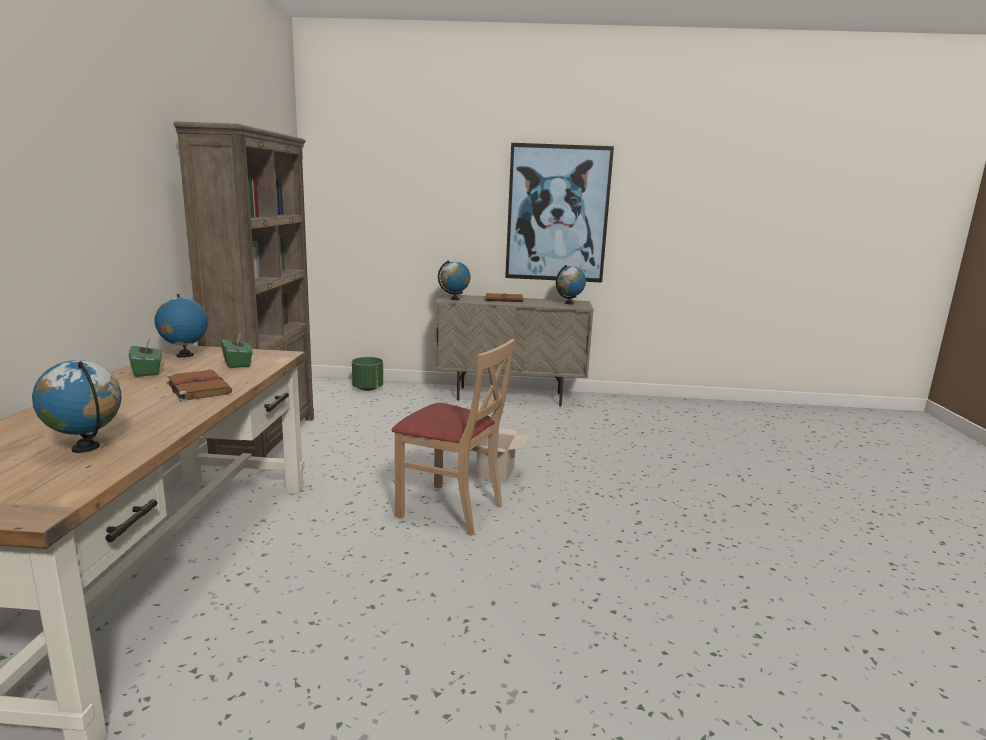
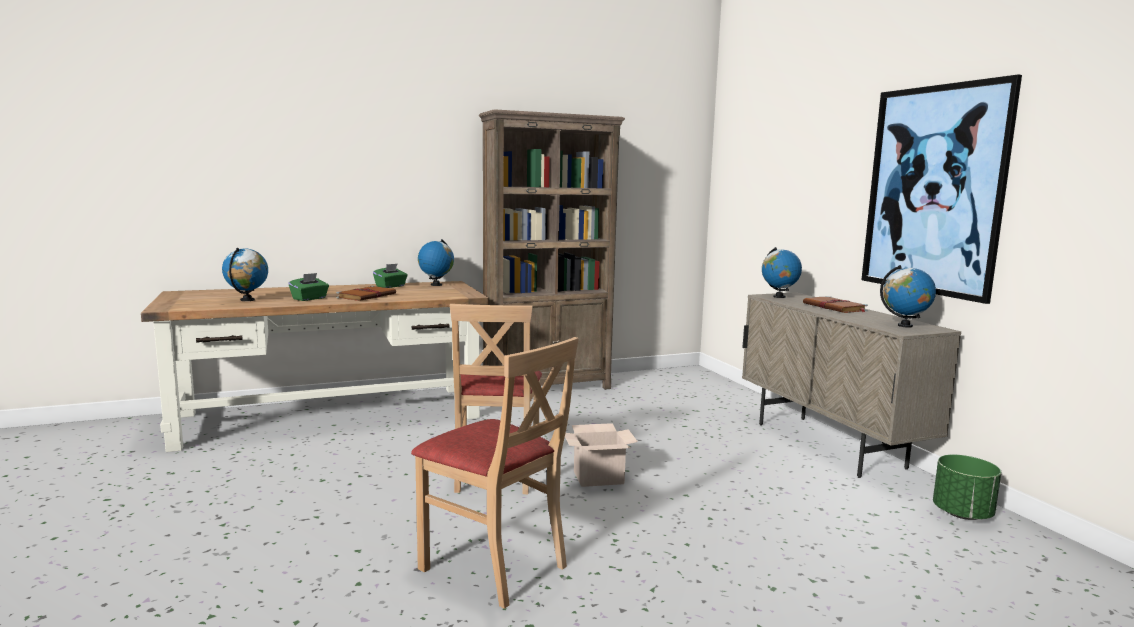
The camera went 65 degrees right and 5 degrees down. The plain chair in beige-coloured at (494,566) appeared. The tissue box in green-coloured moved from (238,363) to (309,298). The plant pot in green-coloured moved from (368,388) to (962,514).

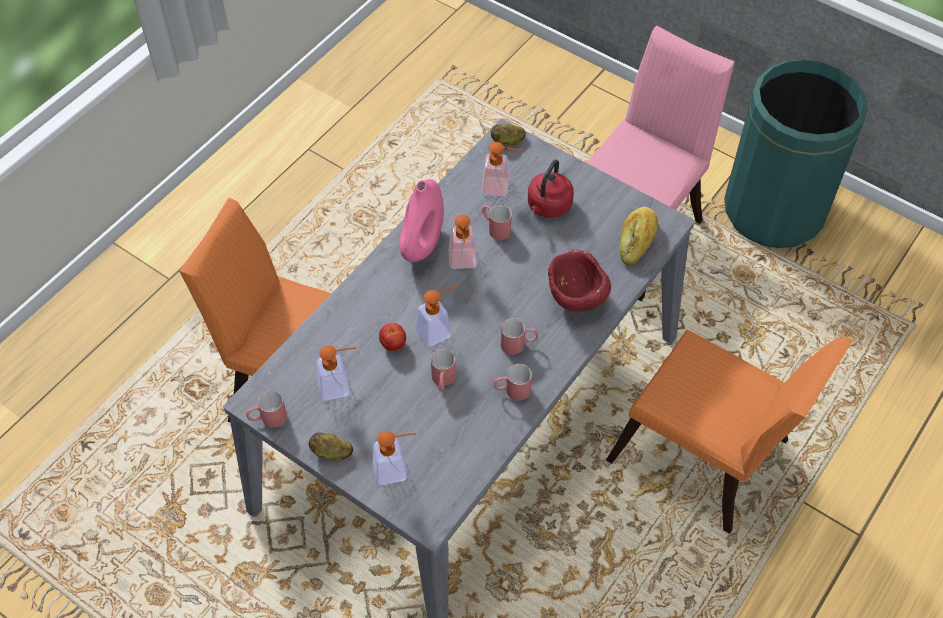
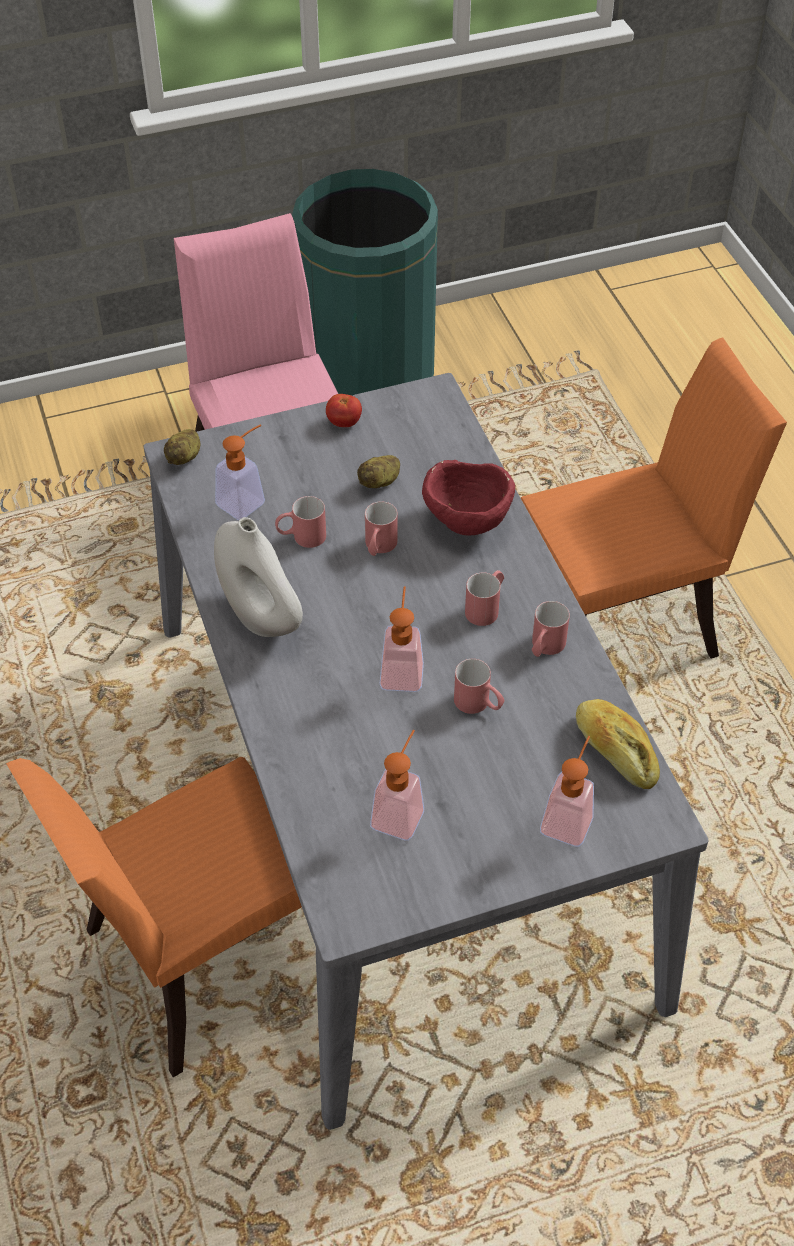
The camera went 55 degrees left and 5 degrees down. The soap dispenser at (463,263) disappeared. The water kettle in reddish at (548,206) disappeared. The tea mug in reddish moved from (268,419) to (379,548). The potato moved from (331,453) to (380,482). The whole tomato moved from (393,344) to (344,422). The baked bread moved from (636,241) to (615,751). The decorative vase in pink-coloured at (422,245) became the decorative vase in white at (261,617).

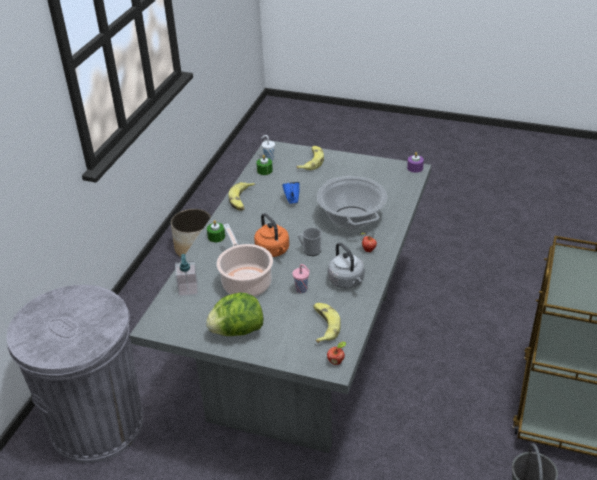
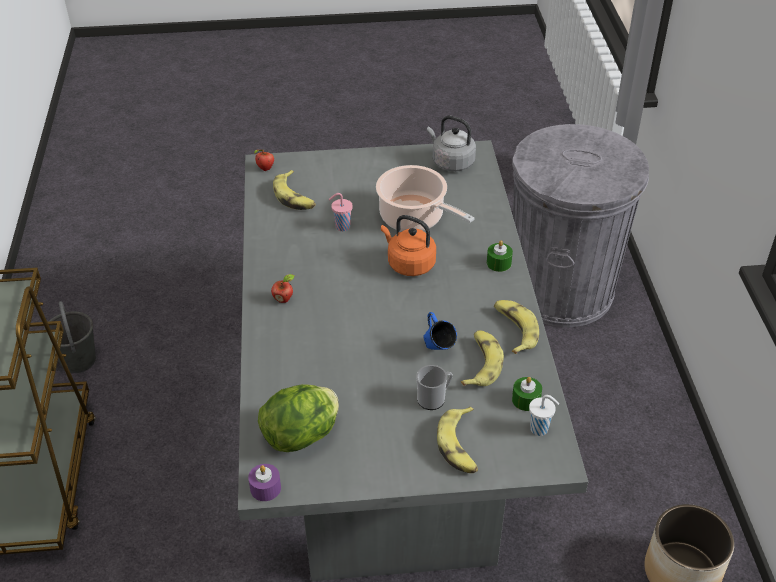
The camera went 155 degrees right and 5 degrees up. The soap dispenser at (188,290) disappeared. The cooking pot at (351,218) disappeared. The banana at (481,363) appeared. The lettuce moved from (237,331) to (302,435). The tea mug moved from (310,250) to (434,399). The water kettle in gray moved from (347,282) to (451,162).

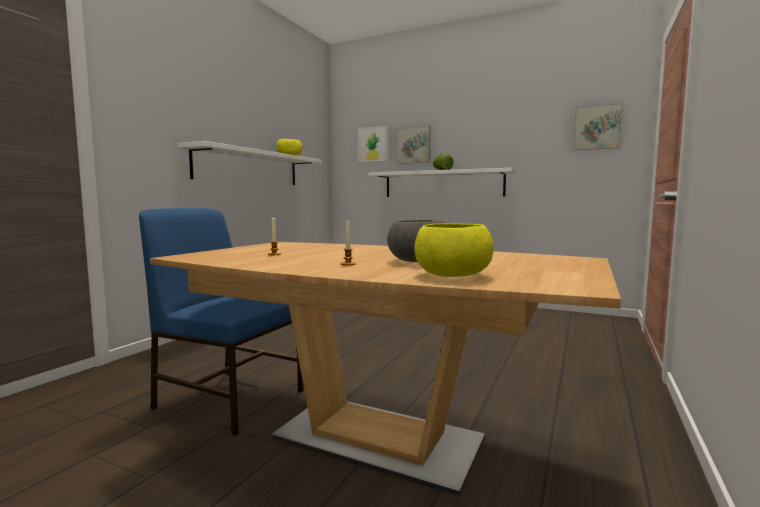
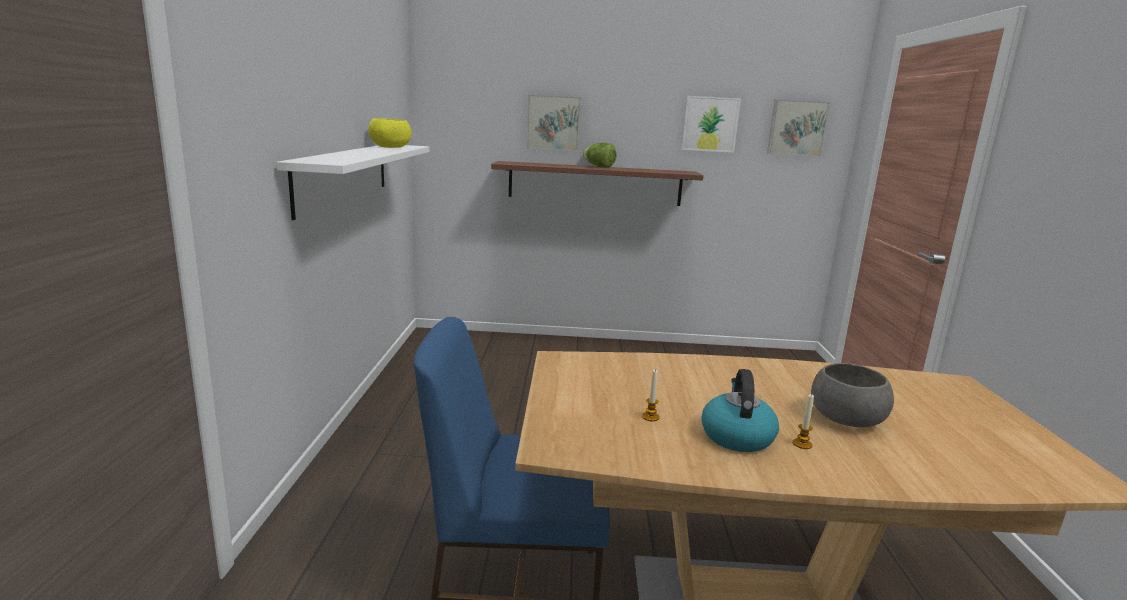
The camera went 25 degrees left and 10 degrees up. The deep dish in yellow-coloured at (451,275) disappeared. The water kettle at (736,436) appeared. The wall picture moved from (373,144) to (710,124). The shelf in white at (442,184) became the shelf in brown-coloured at (595,183).

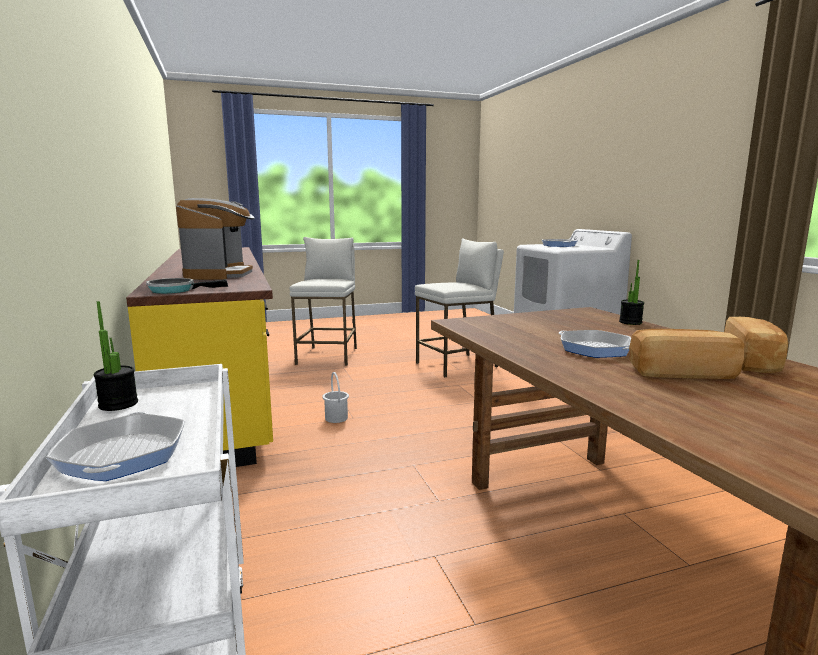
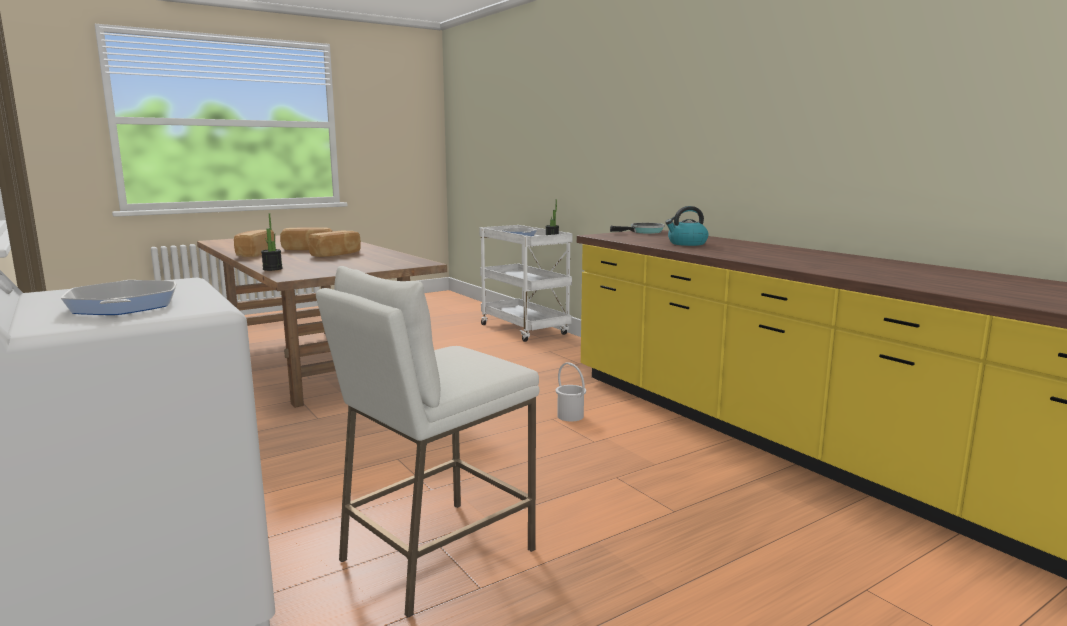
The camera went 165 degrees right and 0 degrees up. The sitting stool in white at (328,356) disappeared. The coffee maker at (219,275) was replaced by the water kettle at (686,243). The frying pan at (595,349) was replaced by the baked bread at (336,254).

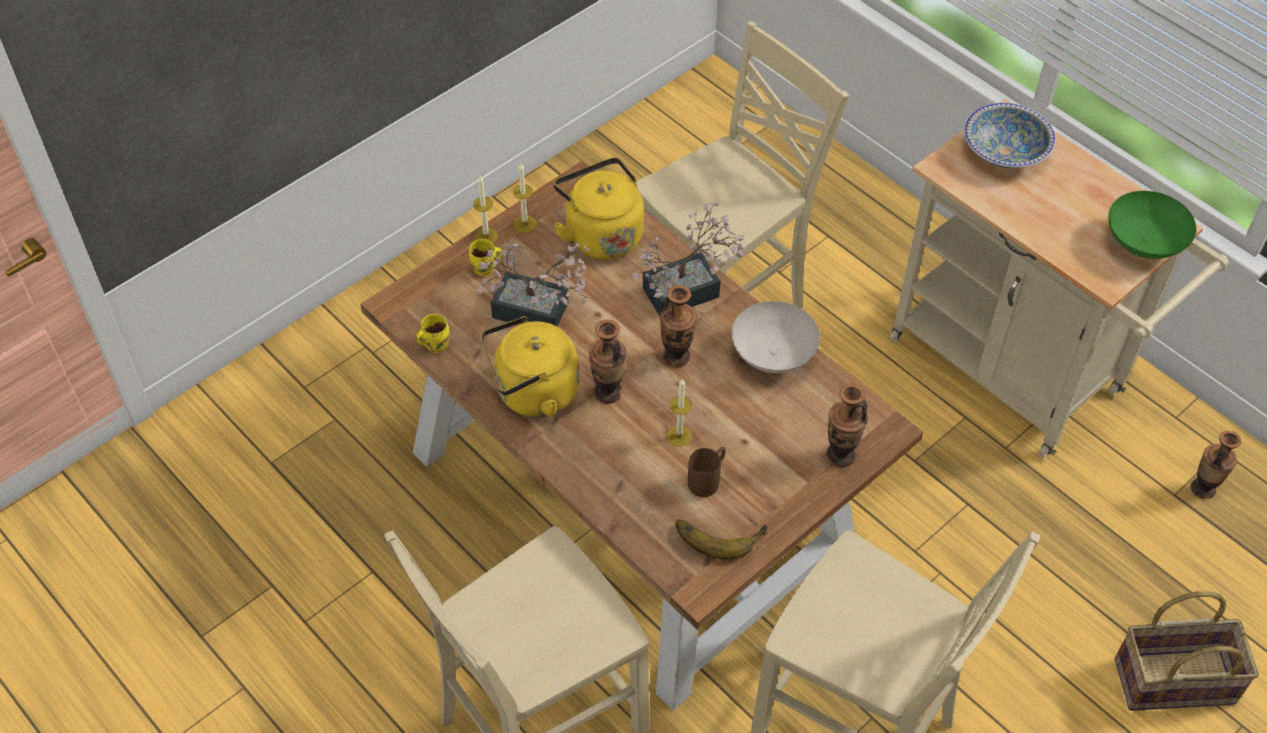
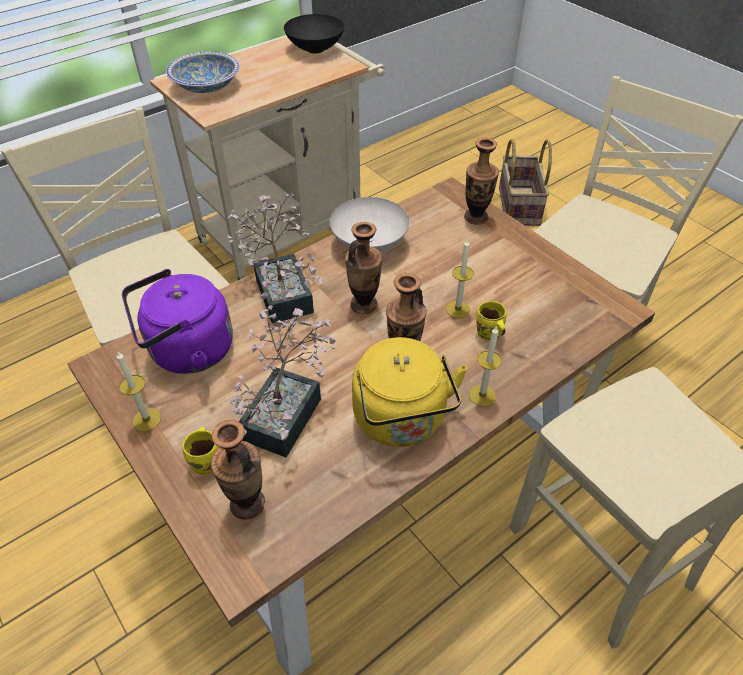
The camera went 85 degrees left and 5 degrees down. The banana at (719,533) disappeared. The tea mug in brown-coloured at (708,479) disappeared. The tea mug in yellow-coloured moved from (434,344) to (488,335). The candle moved from (486,236) to (482,395). The decorative vase moved from (1203,488) to (247,503). The water kettle in yellow-coloured at (601,234) became the water kettle in purplish at (187,352). The deep dish in green-coloured at (1144,245) became the deep dish in black-coloured at (316,49).

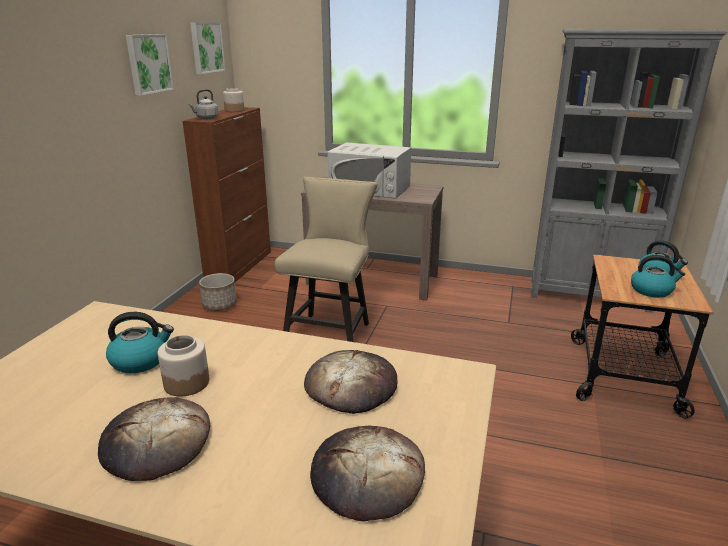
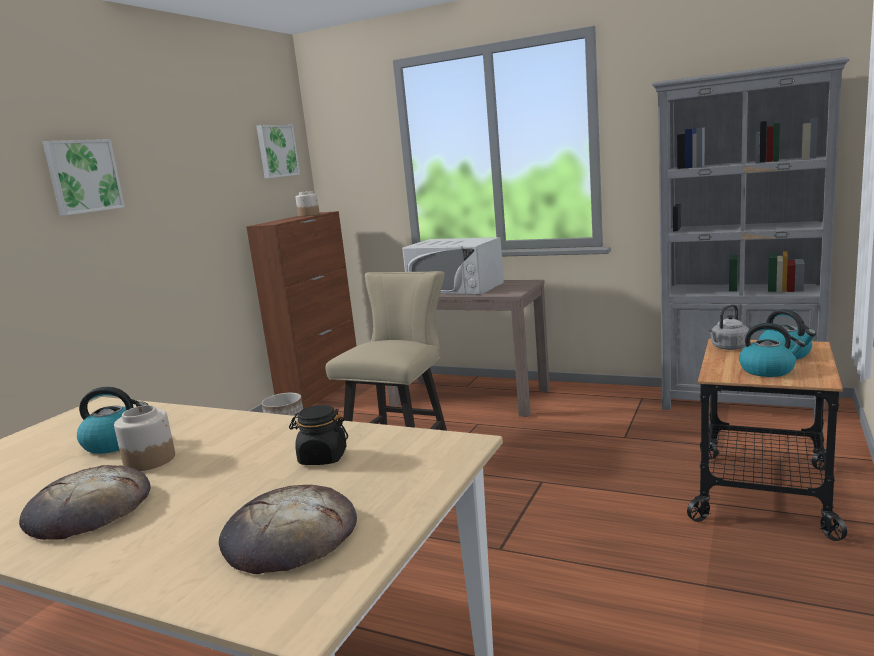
The camera went 10 degrees right and 10 degrees down. The wall picture moved from (148,63) to (83,176). The water kettle in gray moved from (206,118) to (728,348). The baked bread at (351,385) was replaced by the preserve jar in black-coloured at (322,458).

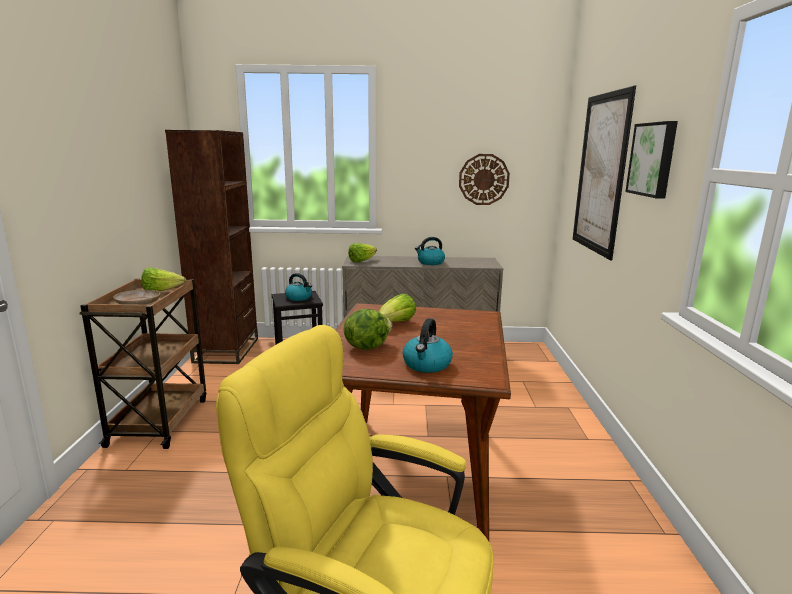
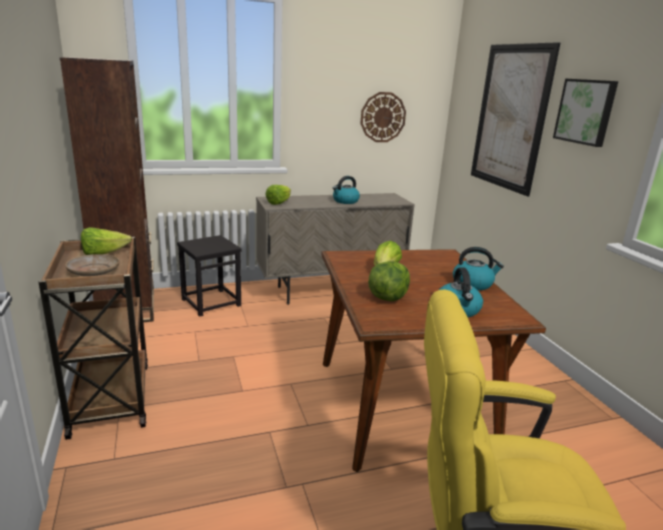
The camera went 20 degrees left and 5 degrees up. The water kettle moved from (299,298) to (473,284).

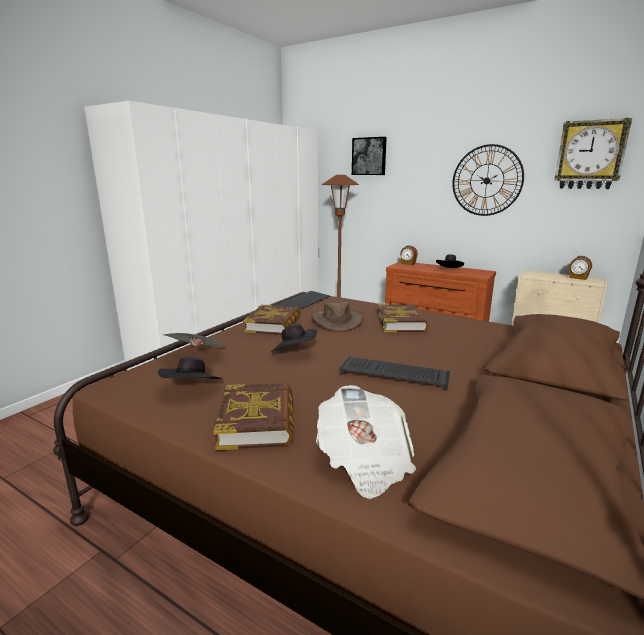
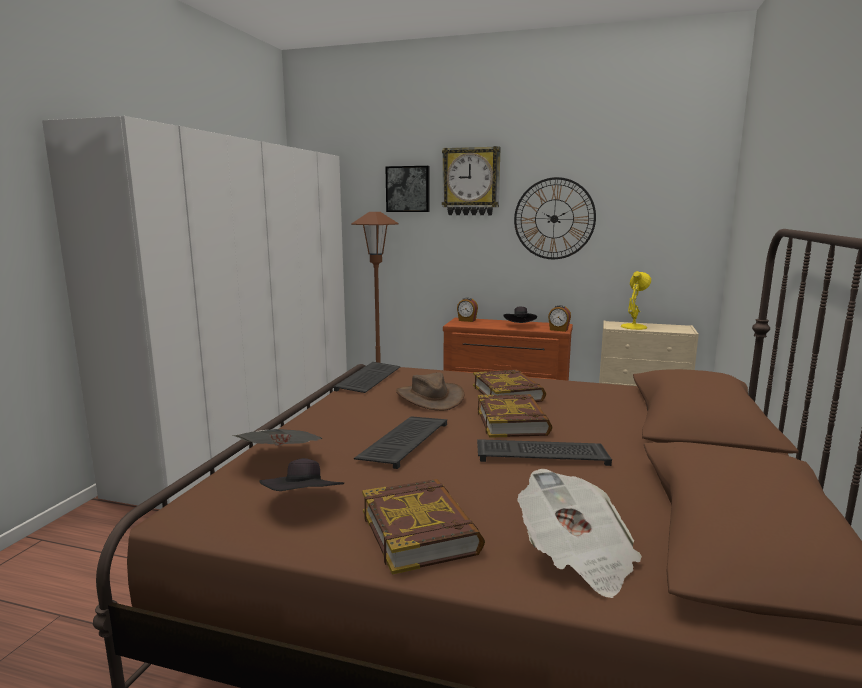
The camera went 15 degrees left and 5 degrees down. The lamp for a table in yellow-coloured at (634,326) appeared. The book moved from (273,324) to (512,422). The hanging clock moved from (590,155) to (471,181). The alarm clock moved from (578,278) to (558,330). The clothing hat in black-coloured at (294,352) was replaced by the computer keyboard at (403,441).

